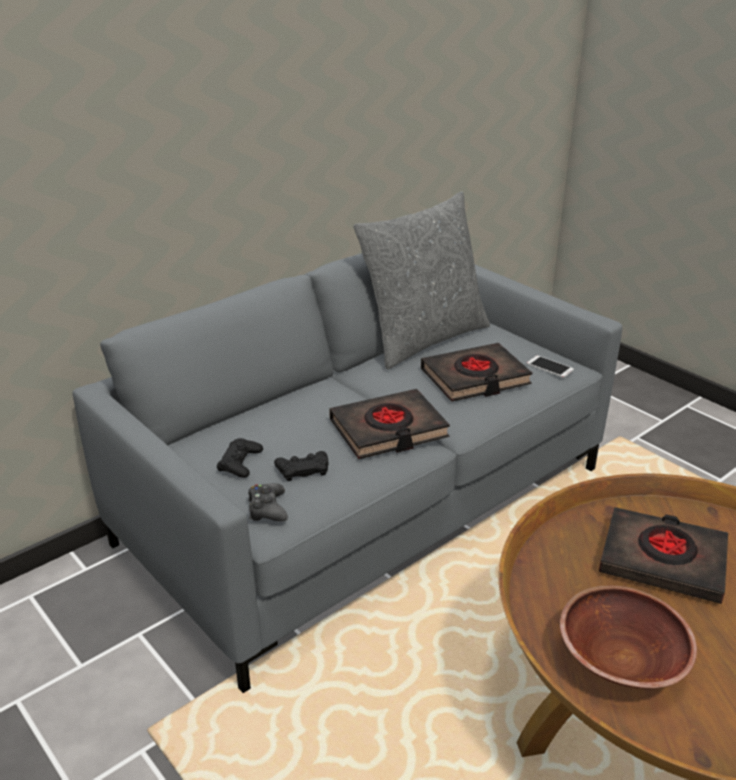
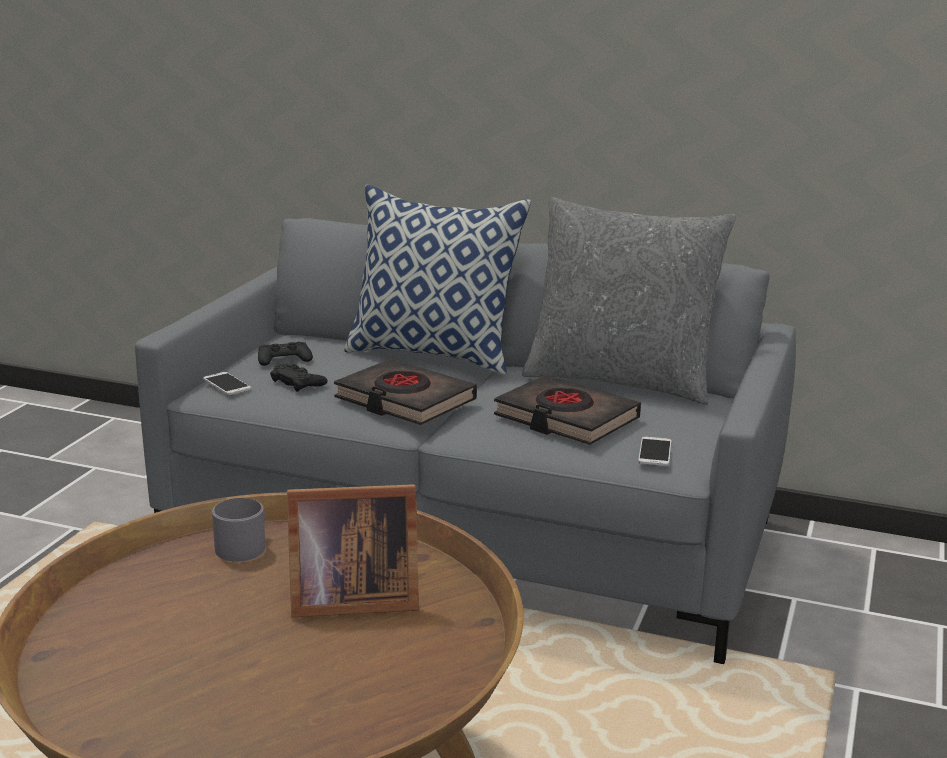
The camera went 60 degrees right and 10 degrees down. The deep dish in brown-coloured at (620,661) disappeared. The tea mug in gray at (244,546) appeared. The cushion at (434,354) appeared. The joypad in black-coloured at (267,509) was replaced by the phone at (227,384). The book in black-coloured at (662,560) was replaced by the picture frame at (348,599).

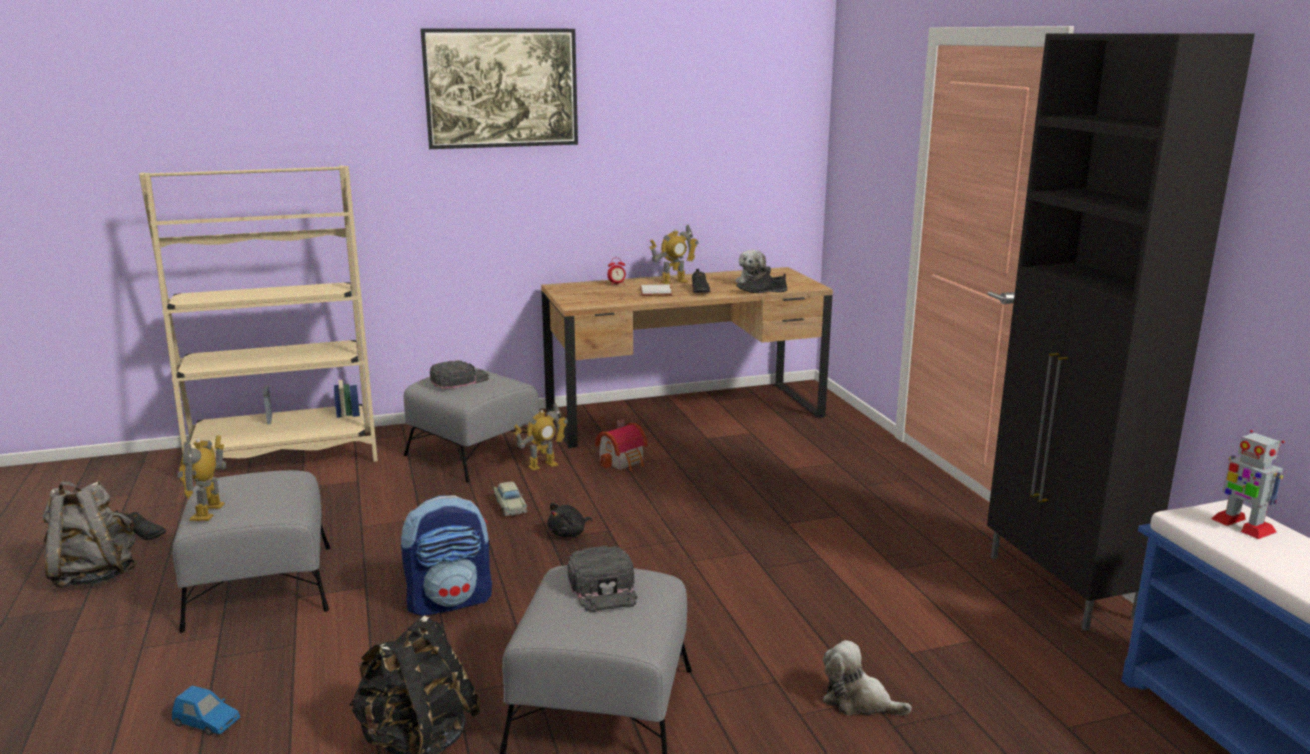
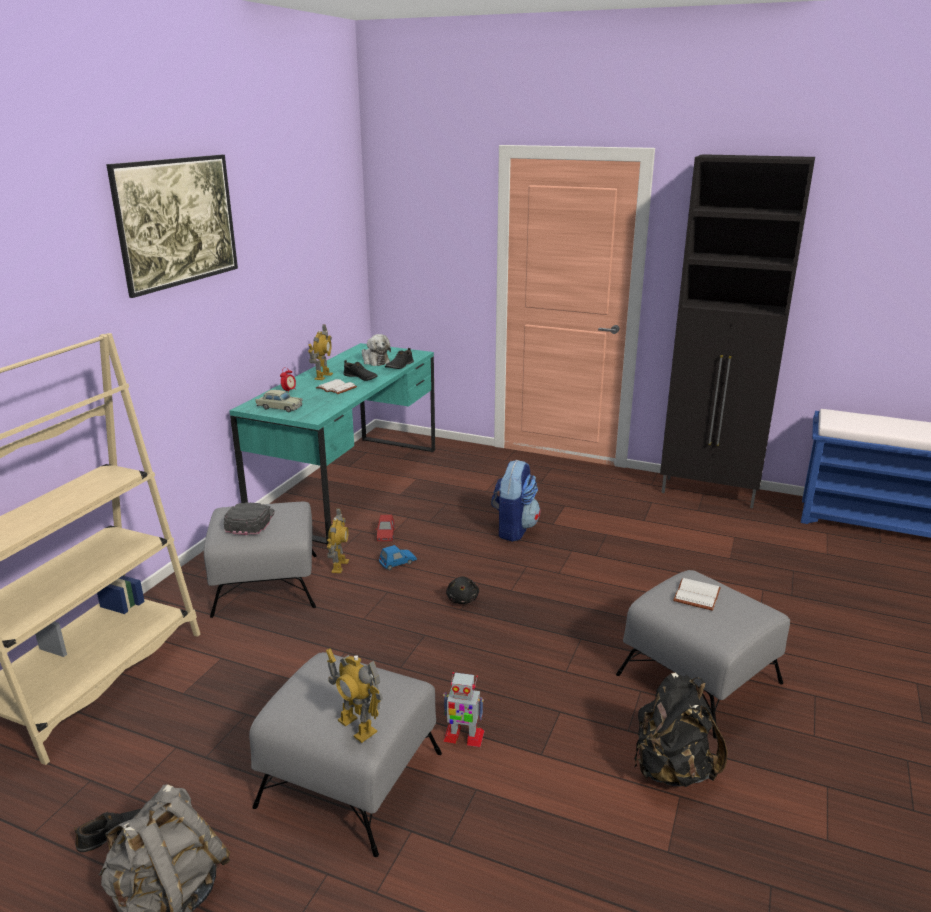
The camera went 50 degrees left and 5 degrees up. The plush toy at (858,701) disappeared. The model car in blue-coloured moved from (206,722) to (397,563). The knapsack moved from (450,601) to (513,529). The model car in beige-coloured moved from (510,506) to (279,407). The robot figure moved from (1242,525) to (463,736). The baseball cap in black-coloured at (603,587) was replaced by the book in white at (695,595). The miniature house at (624,461) was replaced by the model car in reddish at (385,535). The desk table in brown-coloured at (684,414) became the desk table in turquoise-coloured at (349,484).

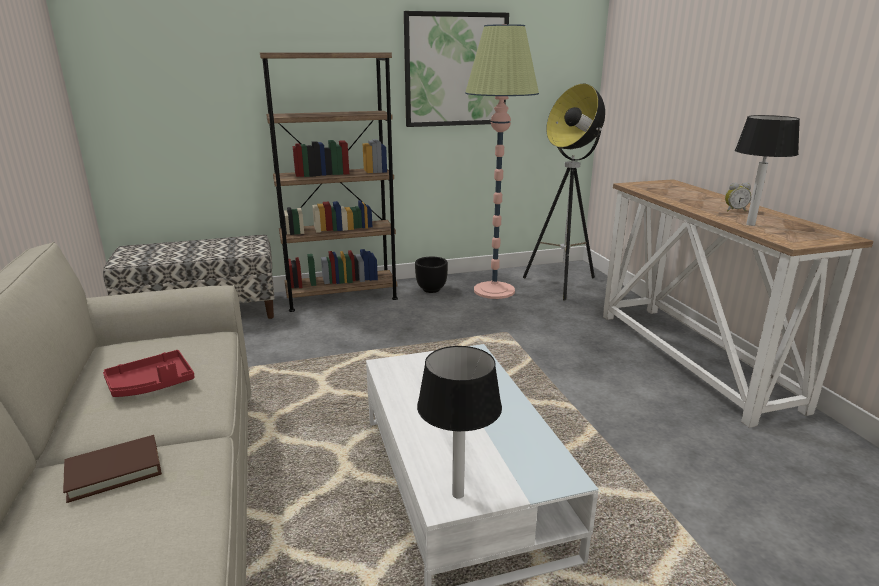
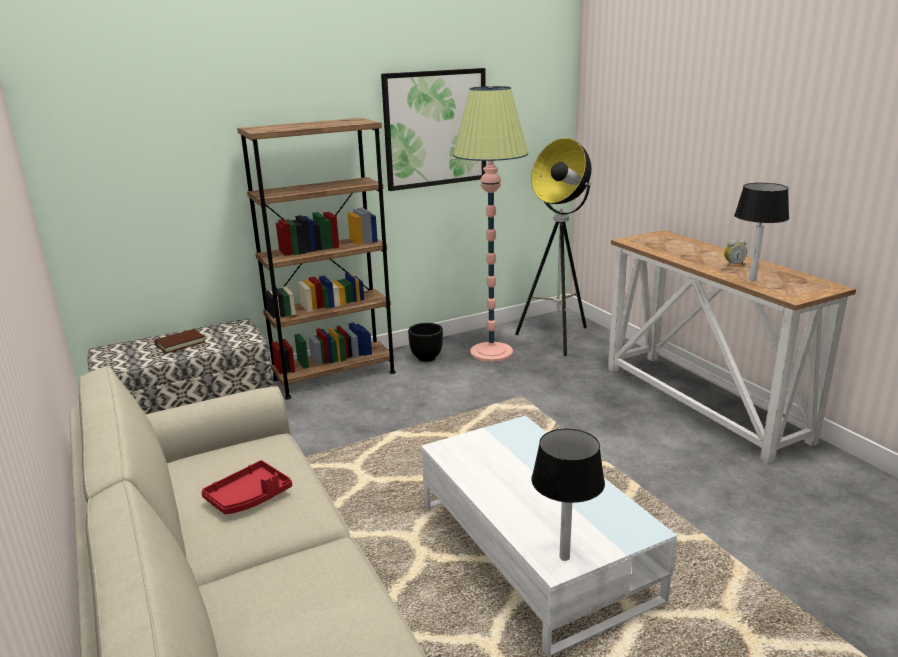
The camera went 10 degrees left and 0 degrees up. The book in brown-coloured moved from (114,471) to (180,343).

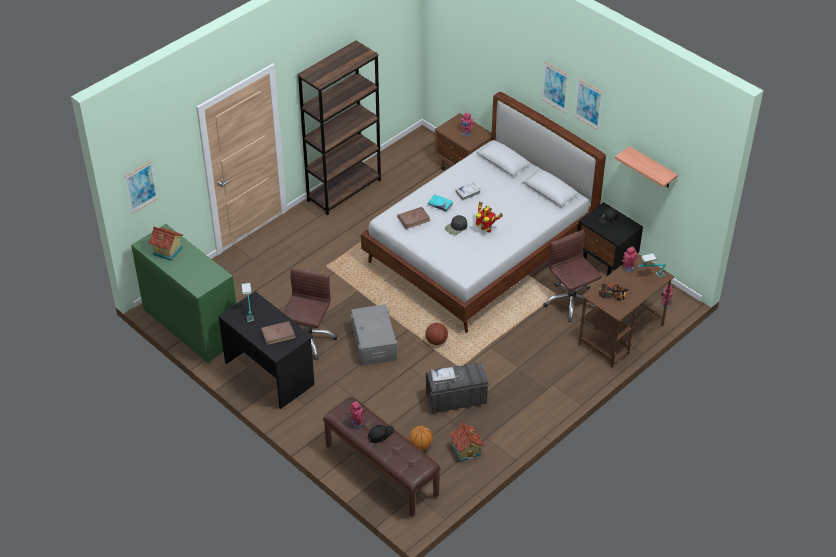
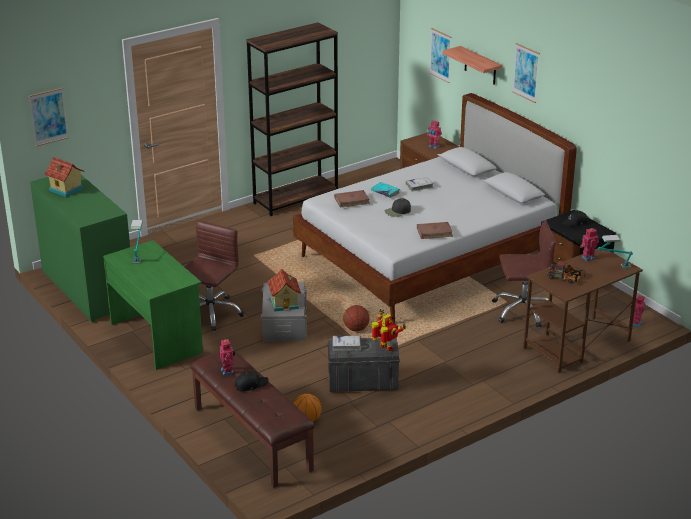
The camera went 10 degrees right and 15 degrees down. The book in brown-coloured moved from (278,334) to (434,232). The miniature house moved from (466,450) to (285,303). The robot figure moved from (486,230) to (386,348). The wall picture moved from (588,104) to (440,55). The shelf moved from (652,168) to (480,66). The desk table in black-coloured at (270,373) became the desk table in green-coloured at (157,337). The office chair in brown-coloured at (570,302) turned 105 degrees clockwise.

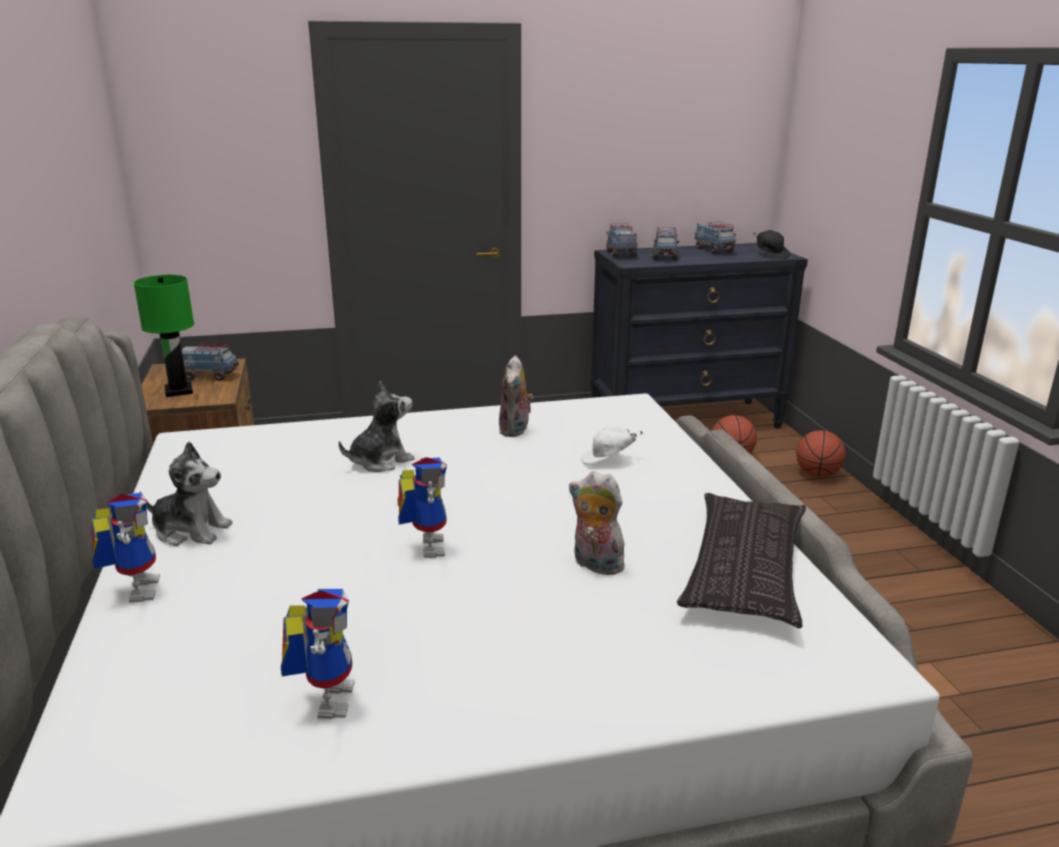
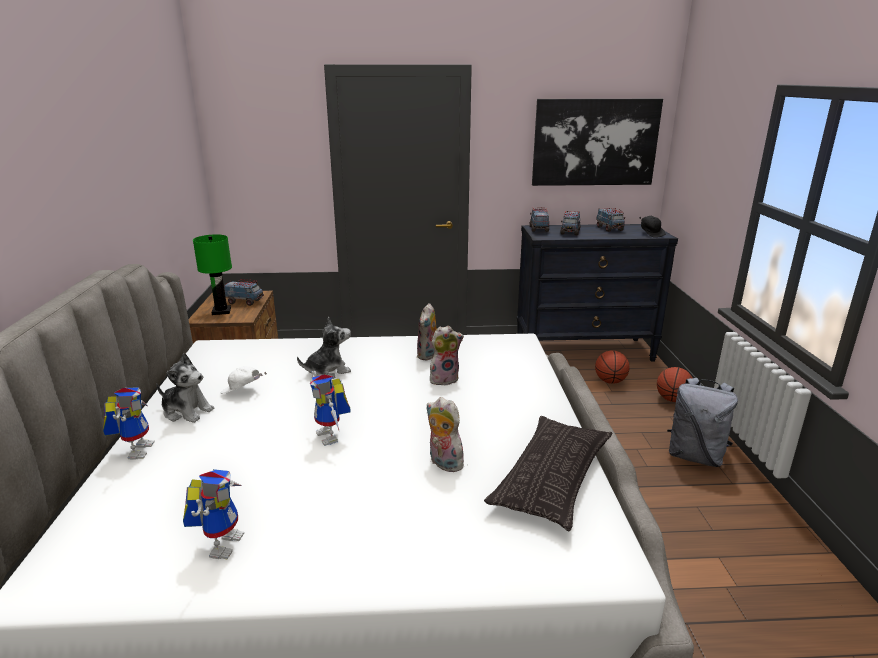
The camera went 10 degrees right and 0 degrees up. The plush toy at (444,379) appeared. The wall picture at (595,142) appeared. The knapsack in gray at (695,456) appeared. The baseball cap in white moved from (608,460) to (242,391). The robot figure at (425,545) turned 150 degrees clockwise.

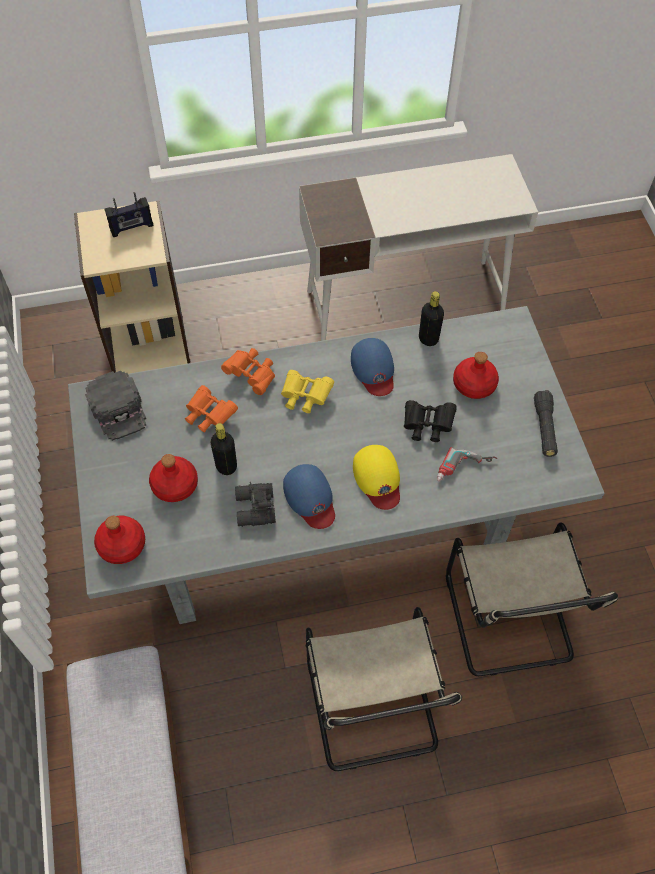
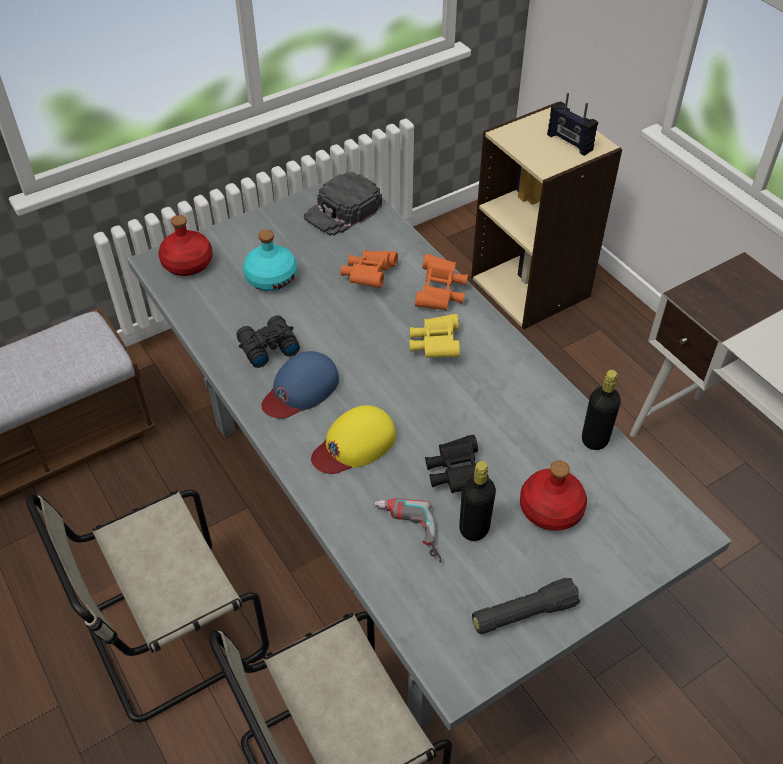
The camera went 70 degrees right and 10 degrees down. The baseball cap in blue-coloured at (373,369) disappeared. The bottle in black-coloured moved from (226,466) to (474,529). The bottle in reddish at (174,485) became the bottle in turquoise-coloured at (271,277).

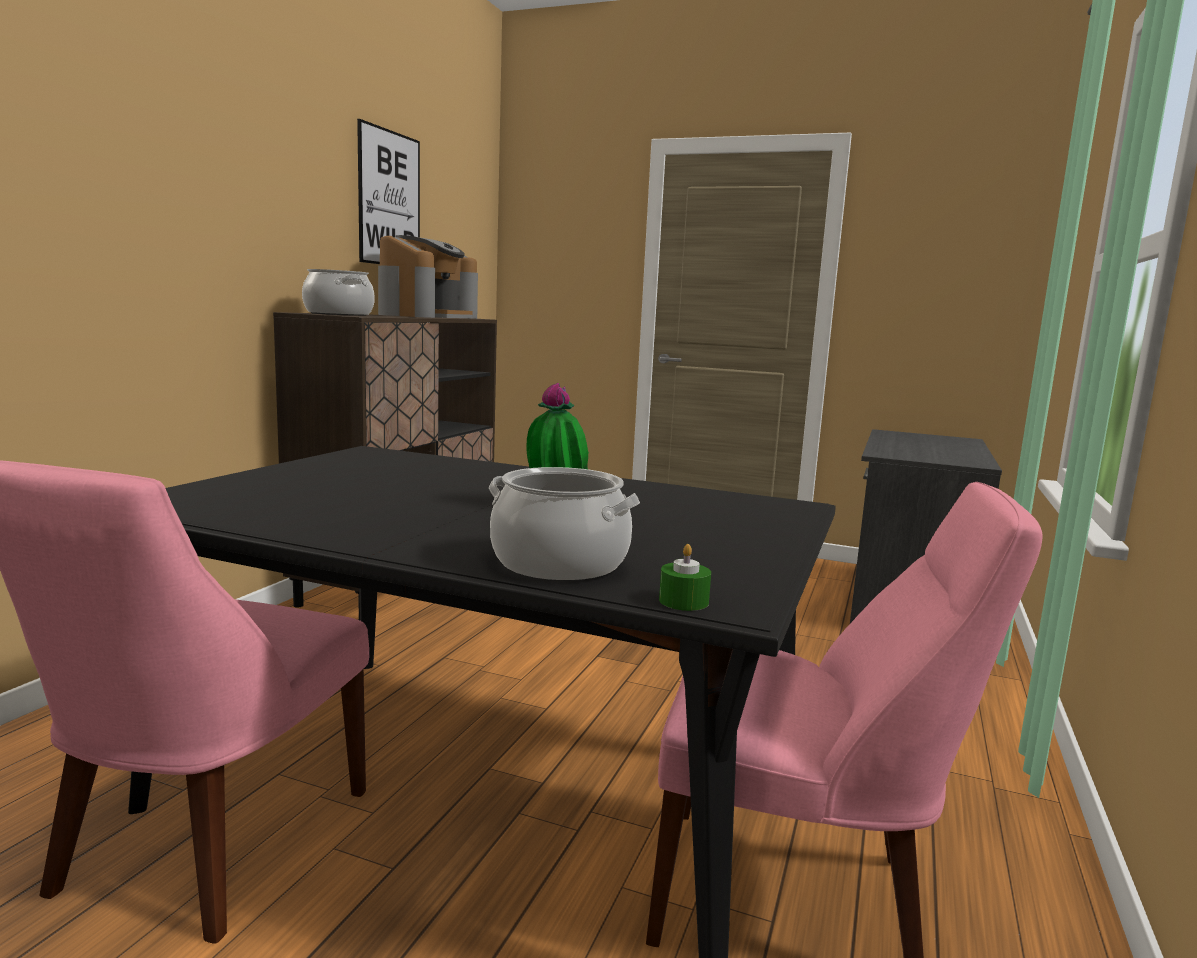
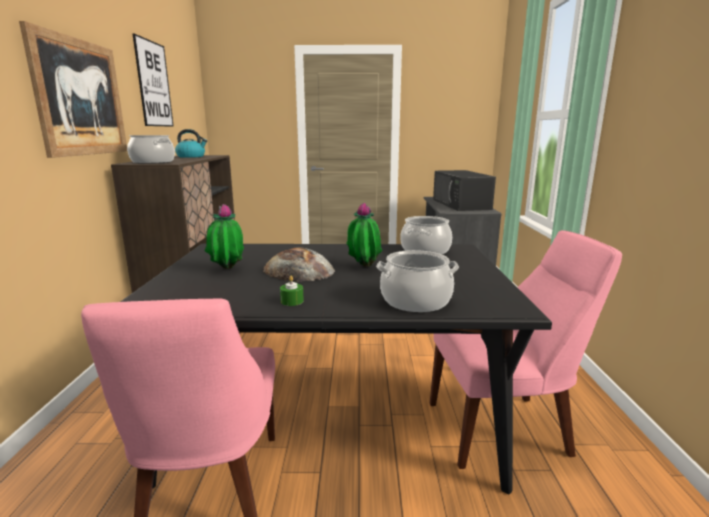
The camera went 20 degrees left and 5 degrees up. The wall picture at (80,97) appeared. The plant in a pot at (227,270) appeared. The baked bread at (299,270) appeared. The cooking pot at (425,250) appeared. The kitchen microwave in black-coloured at (461,204) appeared. The candle in green-coloured moved from (683,601) to (292,301). The coffee maker at (427,316) was replaced by the water kettle at (191,156).

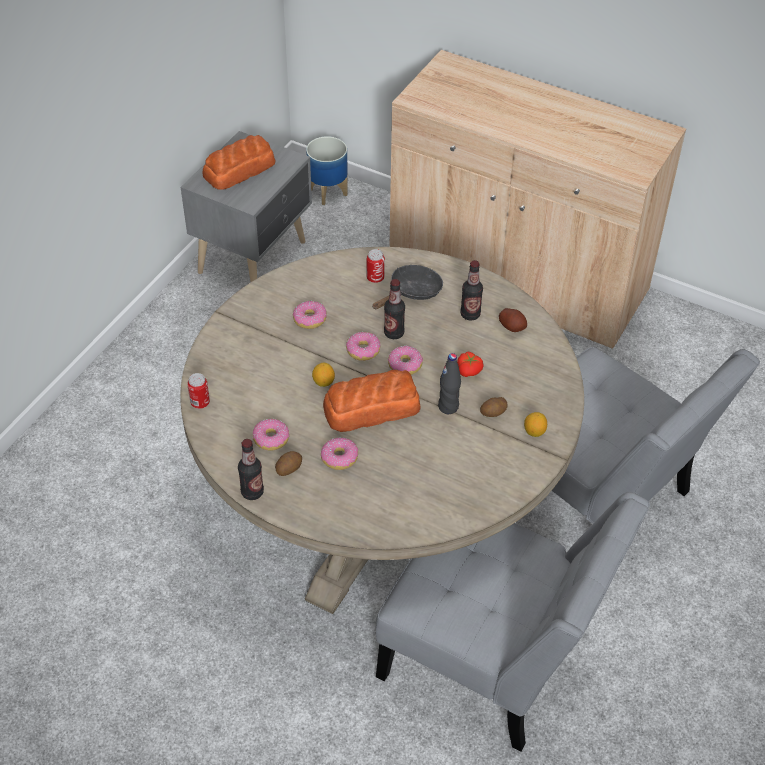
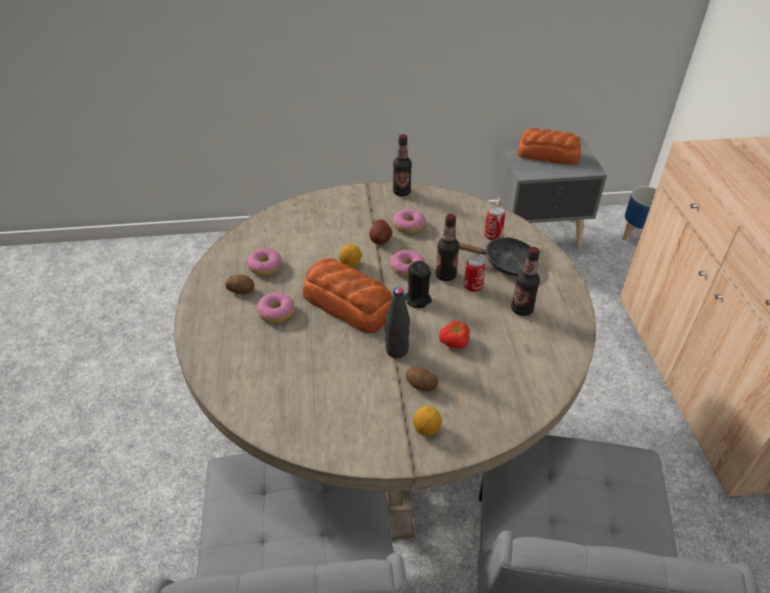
The camera went 55 degrees right and 5 degrees down. The sealed can moved from (200,403) to (473,287). The bottle moved from (252,492) to (401,192). The potato moved from (512,326) to (380,240). The ring doughnut at (405,365) was replaced by the candle in black-coloured at (417,299).

